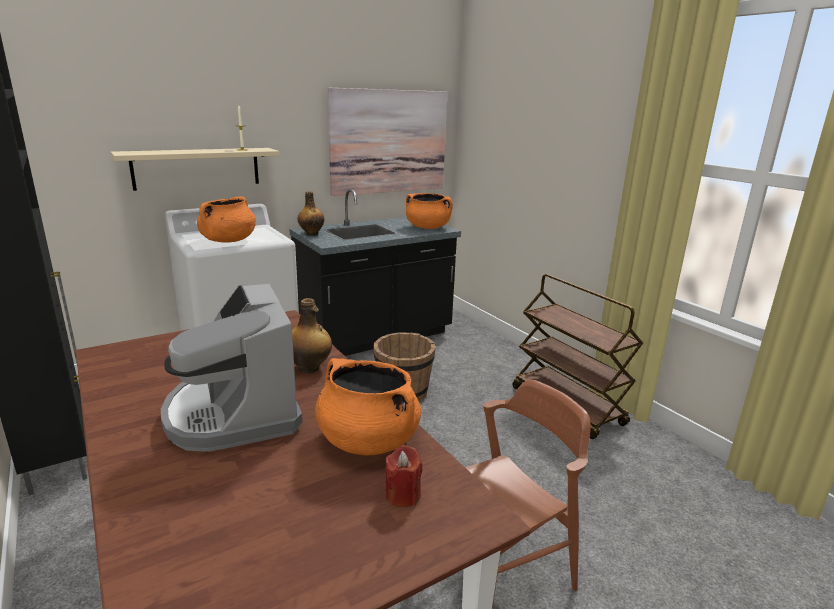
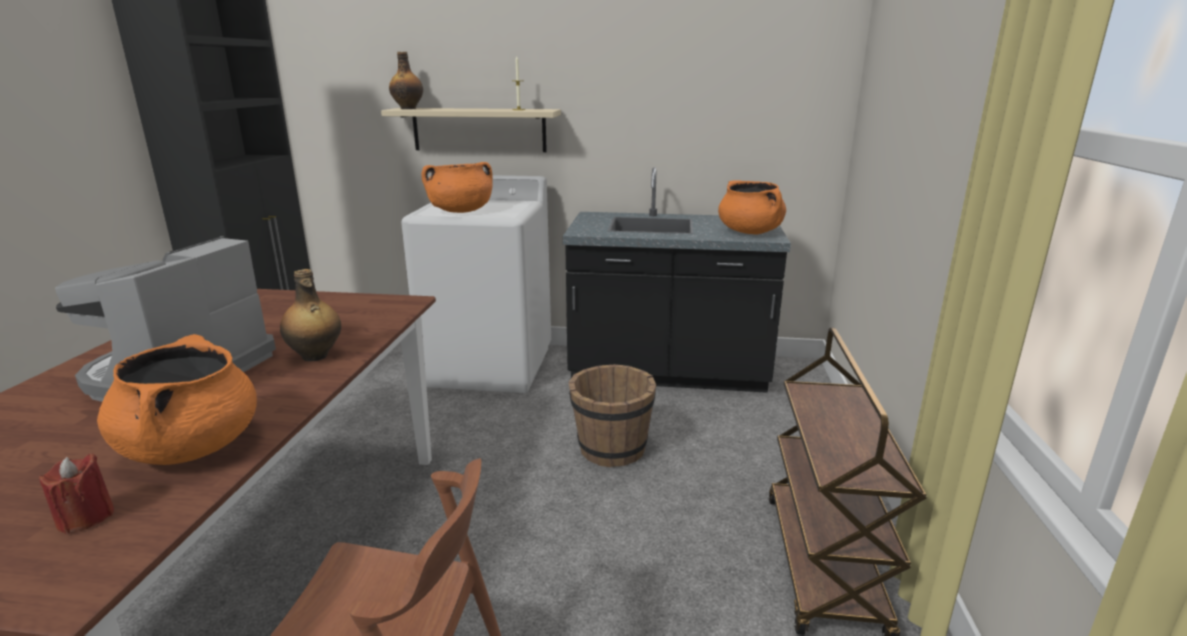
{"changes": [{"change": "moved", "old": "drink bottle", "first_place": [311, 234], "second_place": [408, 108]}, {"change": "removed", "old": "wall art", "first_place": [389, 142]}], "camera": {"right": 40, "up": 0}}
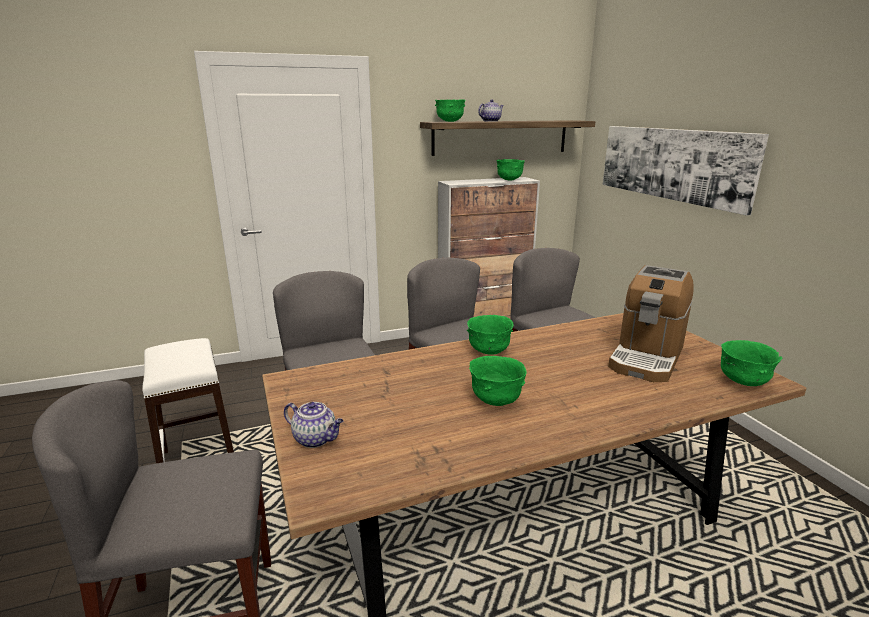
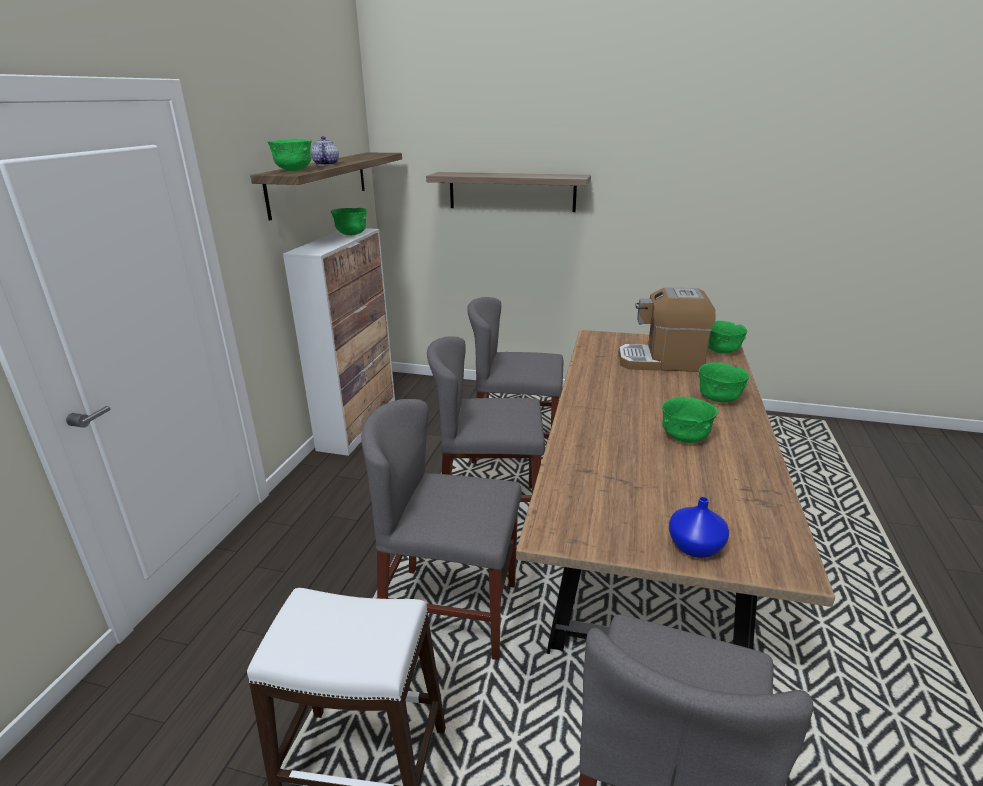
{"changes": [{"change": "replaced", "old": "teapot", "new": "bluish flower vase", "first_place": [316, 439], "second_place": [695, 546]}, {"change": "moved", "old": "green-coloured bowl", "first_place": [489, 352], "second_place": [718, 400]}, {"change": "replaced", "old": "wall art", "new": "wall shelf", "first_place": [672, 164], "second_place": [511, 191]}, {"change": "turned", "old": "coffee brewer", "first_place": [646, 357], "second_place": [661, 361], "degrees": 120}], "camera": {"right": -55, "up": 5}}
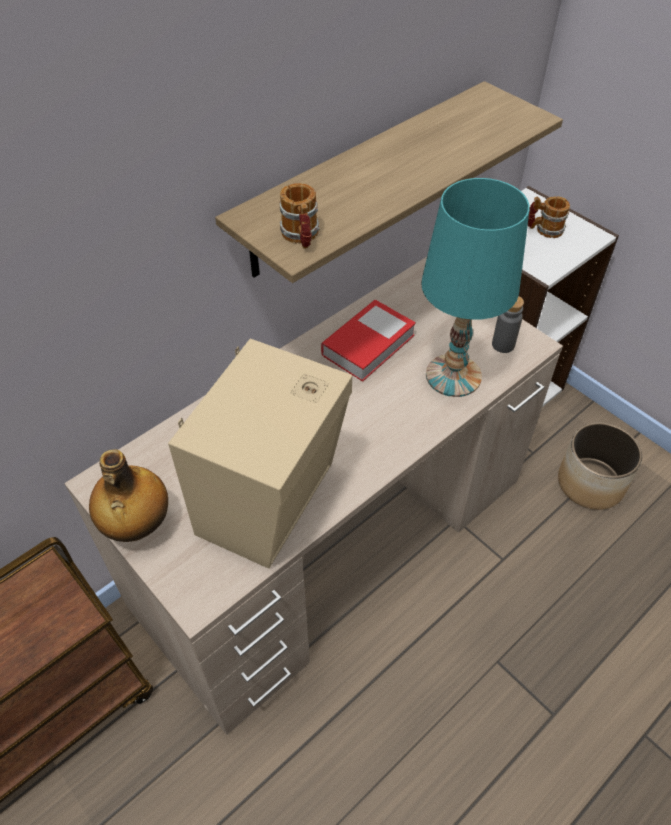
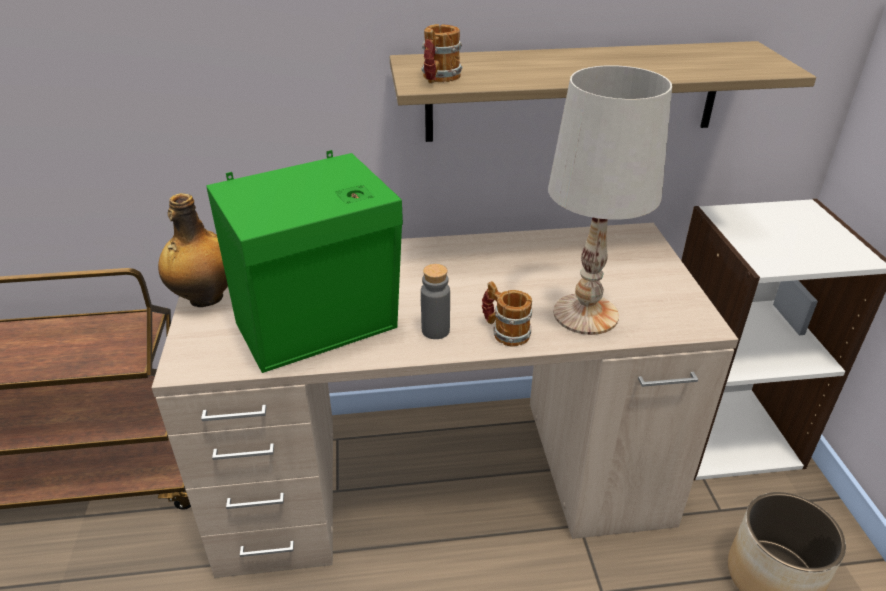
{"changes": [{"change": "recoloured", "old": "beige speaker", "new": "green-coloured speaker", "first_place": [274, 499], "second_place": [322, 329]}, {"change": "removed", "old": "book", "first_place": [368, 345]}, {"change": "recoloured", "old": "turquoise-coloured tabletop lamp", "new": "whitish tabletop lamp", "first_place": [452, 376], "second_place": [584, 314]}, {"change": "moved", "old": "gray drink bottle", "first_place": [503, 345], "second_place": [435, 330]}, {"change": "moved", "old": "coffee mug", "first_place": [543, 230], "second_place": [505, 331]}], "camera": {"right": 35, "up": -15}}
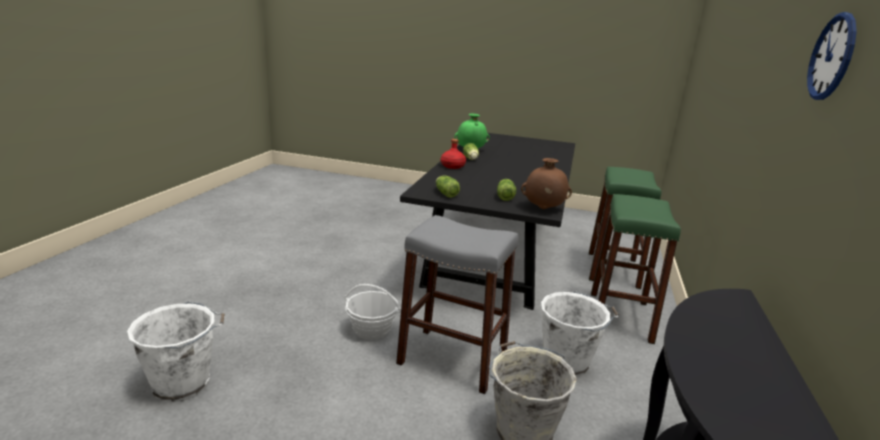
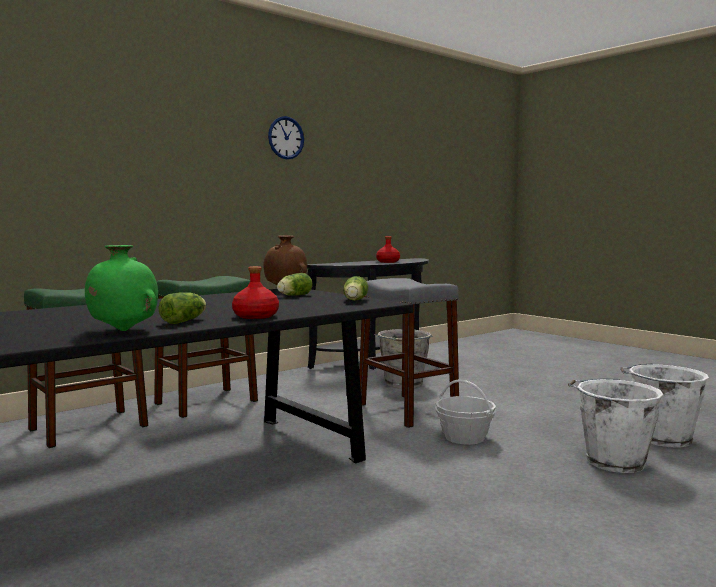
{"changes": [{"change": "moved", "old": "whitish bucket", "first_place": [567, 363], "second_place": [612, 462]}, {"change": "added", "new": "reddish drink bottle", "second_place": [388, 262]}], "camera": {"right": -145, "up": -15}}
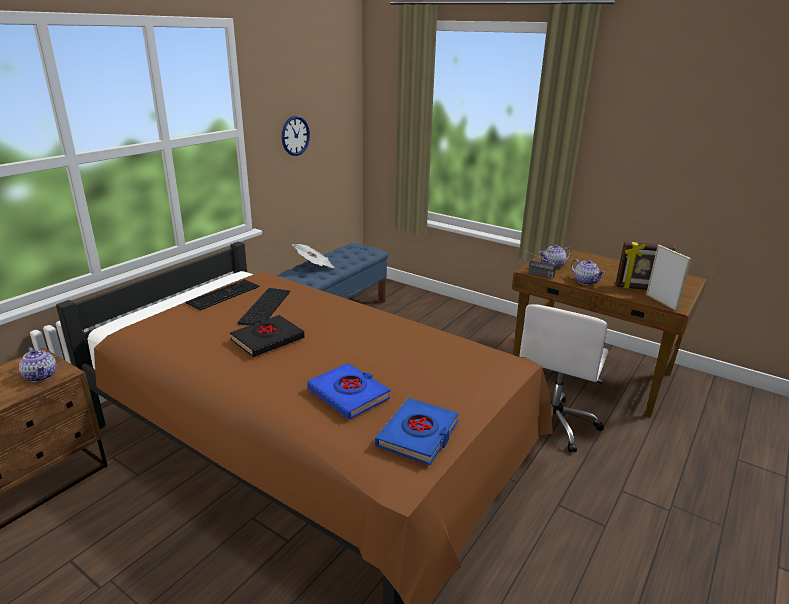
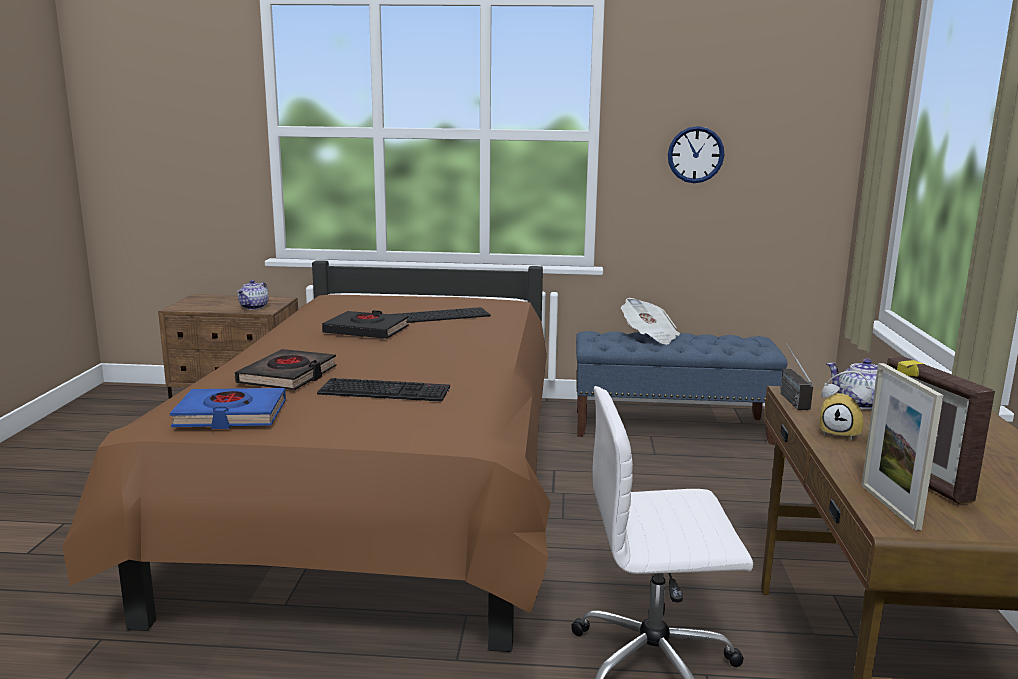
{"changes": [{"change": "moved", "old": "PC keyboard", "first_place": [224, 294], "second_place": [386, 390]}, {"change": "recoloured", "old": "bluish book", "new": "black-coloured book", "first_place": [349, 394], "second_place": [288, 376]}, {"change": "replaced", "old": "teapot", "new": "bedside clock", "first_place": [585, 281], "second_place": [842, 433]}, {"change": "turned", "old": "photo frame", "first_place": [661, 302], "second_place": [889, 506], "degrees": 135}], "camera": {"right": 60, "up": -10}}
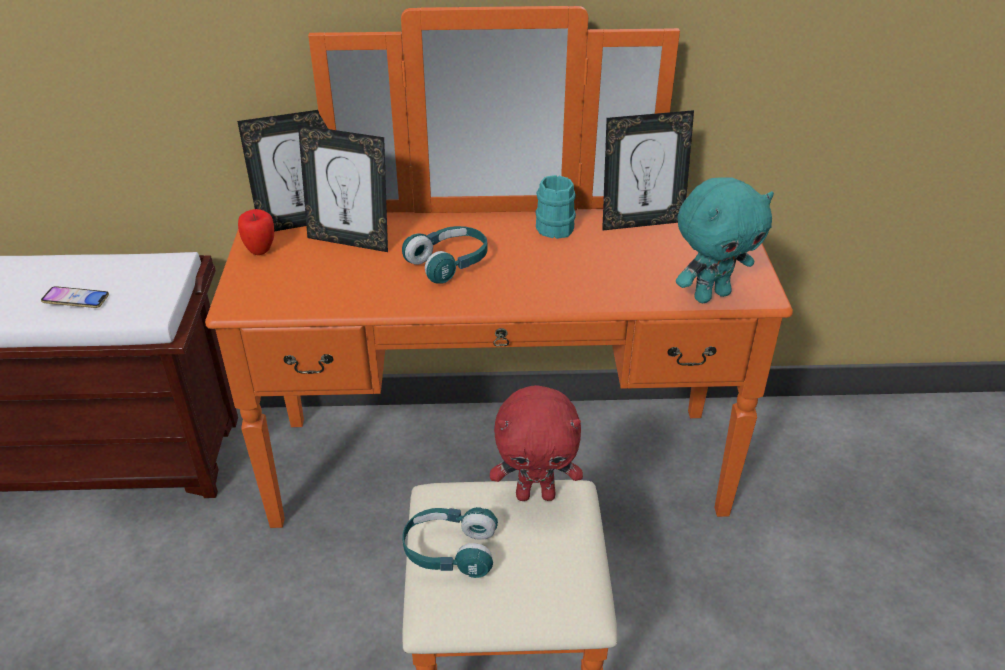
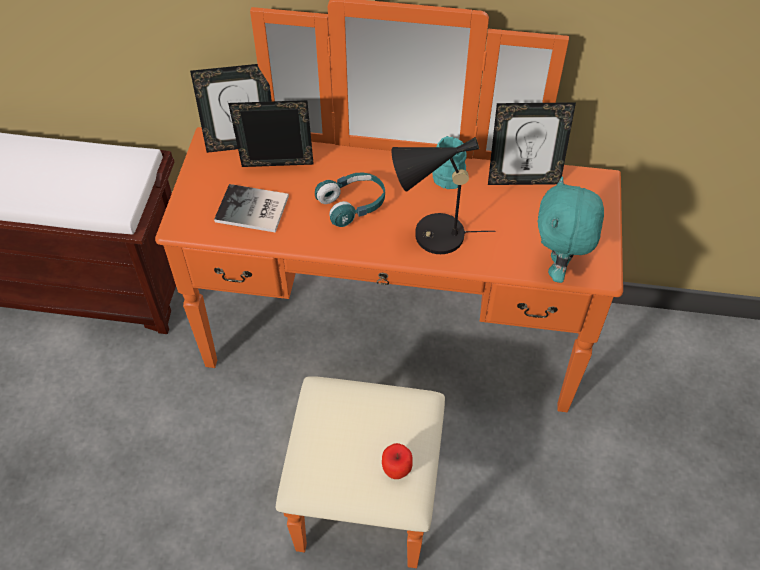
{"changes": [{"change": "removed", "old": "phone", "first_place": [76, 301]}, {"change": "moved", "old": "apple fruit", "first_place": [261, 250], "second_place": [396, 471]}, {"change": "turned", "old": "photo frame", "first_place": [350, 241], "second_place": [277, 170], "degrees": 150}, {"change": "removed", "old": "turquoise-coloured headphones", "first_place": [450, 551]}, {"change": "removed", "old": "reddish plush toy", "first_place": [536, 494]}, {"change": "turned", "old": "turquoise-coloured plush toy", "first_place": [711, 295], "second_place": [558, 268], "degrees": 120}, {"change": "added", "new": "book", "second_place": [253, 211]}, {"change": "added", "new": "black-coloured tabletop lamp", "second_place": [431, 237]}], "camera": {"right": 10, "up": 15}}
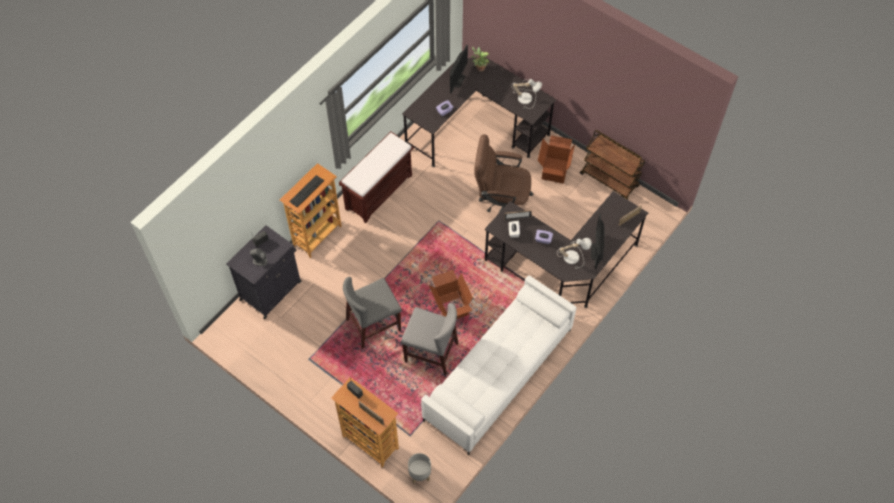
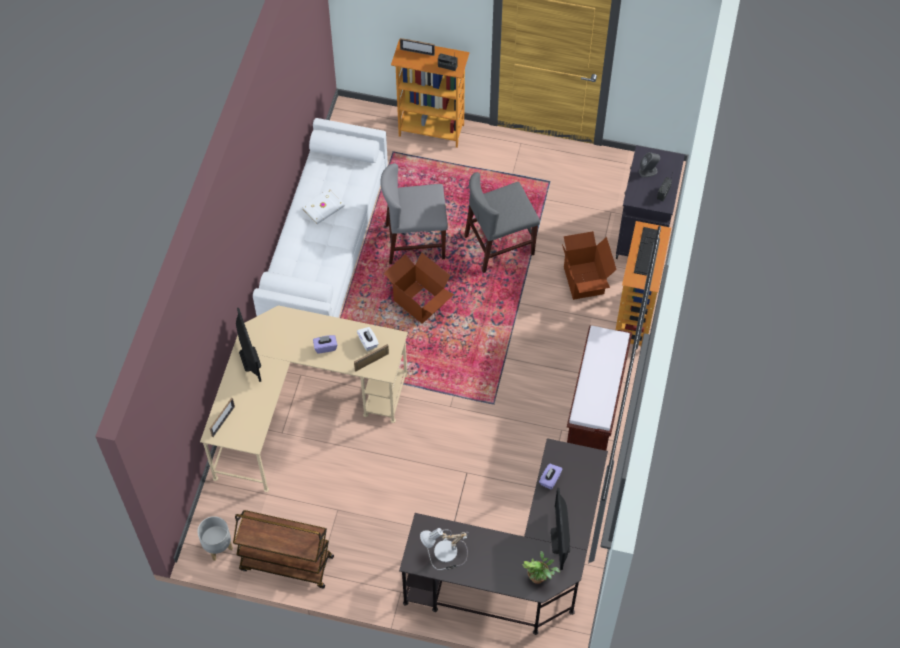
{"changes": [{"change": "turned", "old": "gray chair", "first_place": [373, 325], "second_place": [499, 245], "degrees": -150}, {"change": "moved", "old": "gray planter", "first_place": [419, 474], "second_place": [218, 546]}, {"change": "removed", "old": "brownish office chair", "first_place": [501, 203]}, {"change": "recoloured", "old": "black-coloured desk", "new": "beige desk", "first_place": [564, 268], "second_place": [300, 407]}, {"change": "moved", "old": "cardboard box", "first_place": [554, 170], "second_place": [584, 280]}, {"change": "removed", "old": "tabletop lamp", "first_place": [572, 256]}, {"change": "added", "new": "whitish book", "second_place": [324, 208]}], "camera": {"right": 155, "up": 0}}
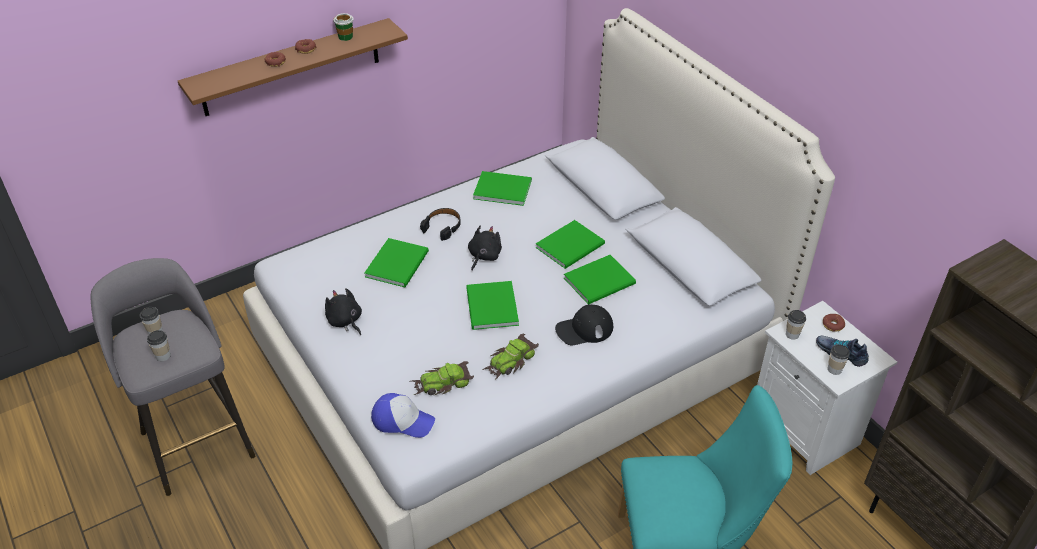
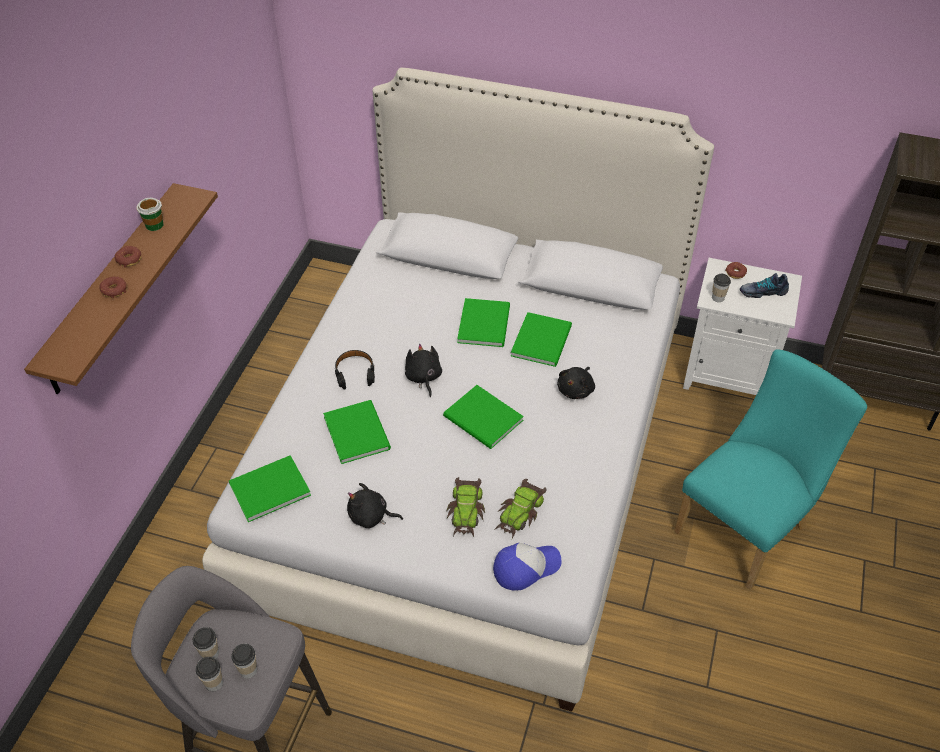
{"changes": [{"change": "moved", "old": "green-coloured book", "first_place": [501, 188], "second_place": [267, 489]}, {"change": "moved", "old": "toy car", "first_place": [511, 361], "second_place": [466, 511]}, {"change": "replaced", "old": "black-coloured peaked cap", "new": "black-coloured plush toy", "first_place": [584, 329], "second_place": [576, 390]}, {"change": "moved", "old": "small cup", "first_place": [834, 369], "second_place": [214, 683]}], "camera": {"right": -40, "up": 5}}
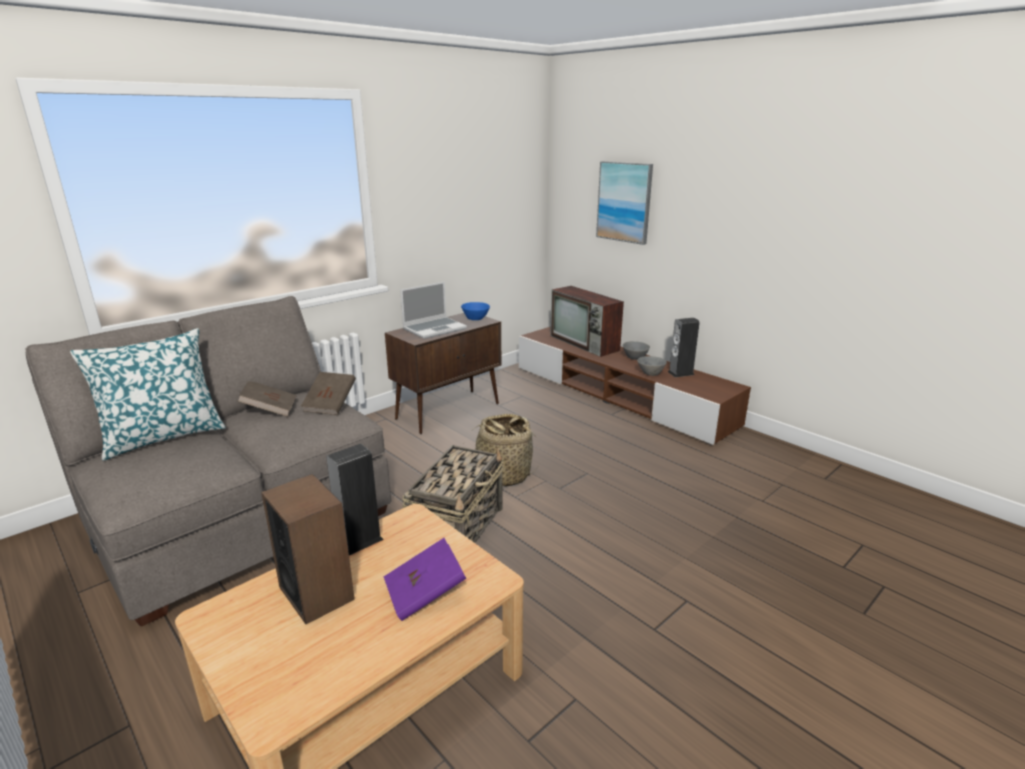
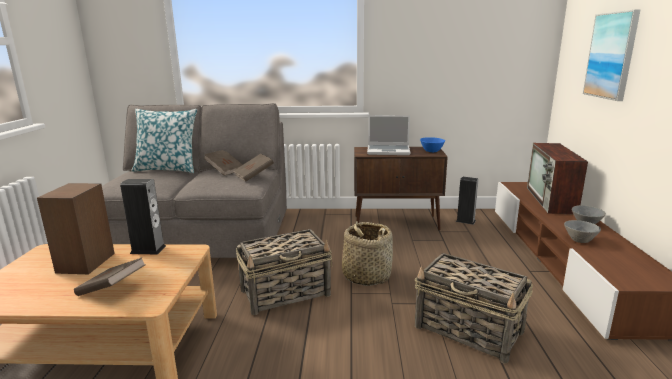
{"changes": [{"change": "recoloured", "old": "purple book", "new": "brownish book", "first_place": [425, 593], "second_place": [112, 290]}, {"change": "moved", "old": "speaker", "first_place": [681, 373], "second_place": [465, 221]}, {"change": "added", "new": "household basket", "second_place": [469, 330]}], "camera": {"right": 45, "up": -5}}
